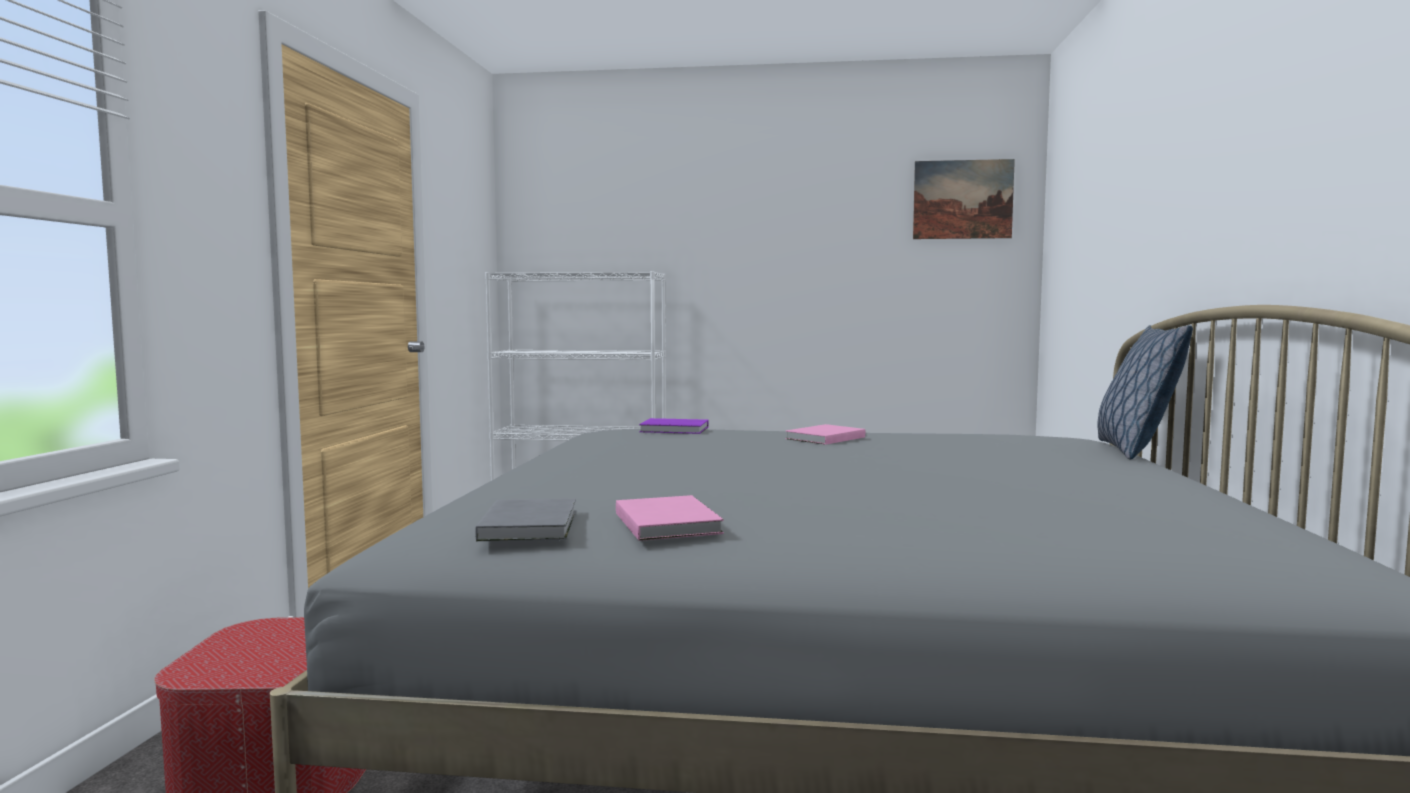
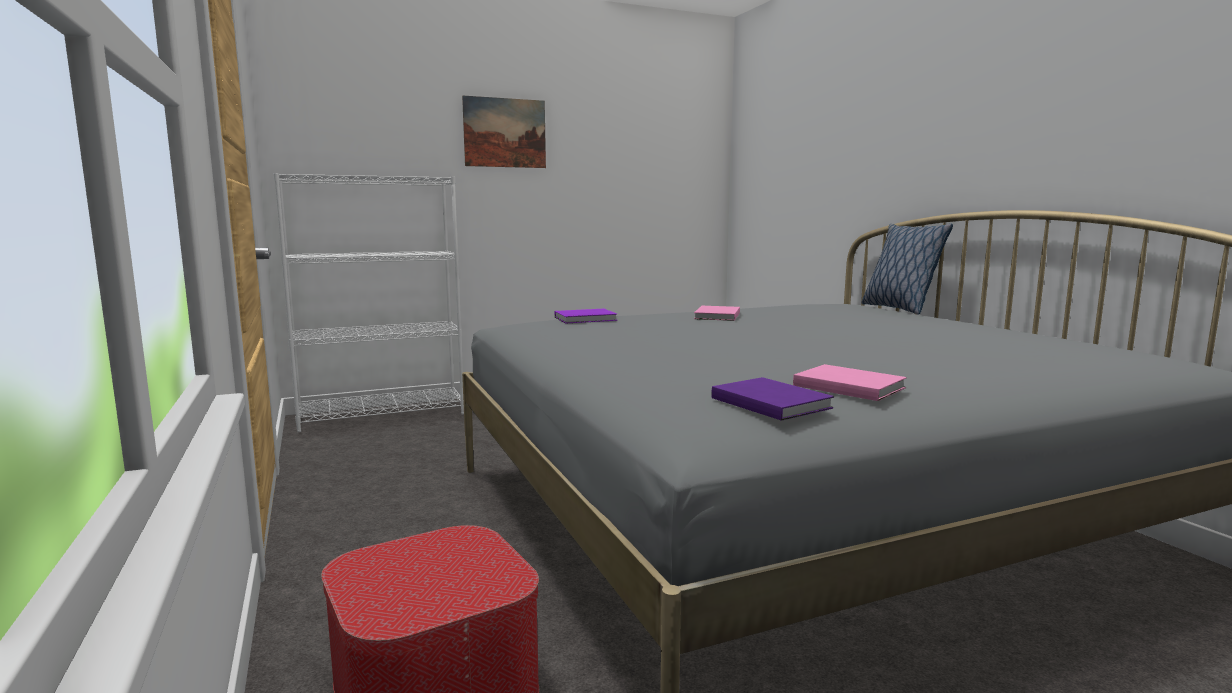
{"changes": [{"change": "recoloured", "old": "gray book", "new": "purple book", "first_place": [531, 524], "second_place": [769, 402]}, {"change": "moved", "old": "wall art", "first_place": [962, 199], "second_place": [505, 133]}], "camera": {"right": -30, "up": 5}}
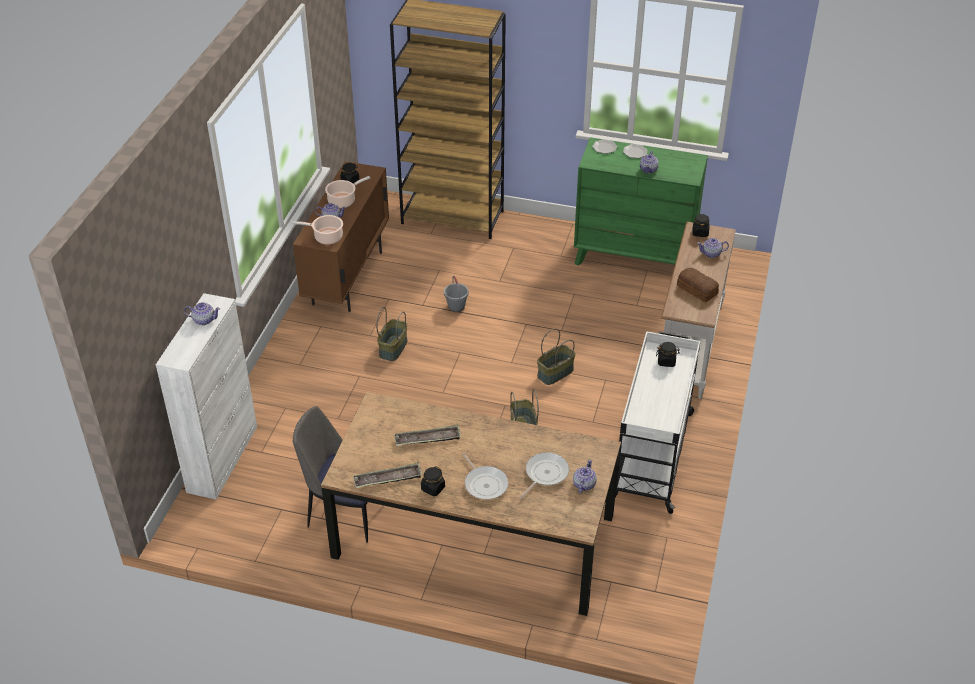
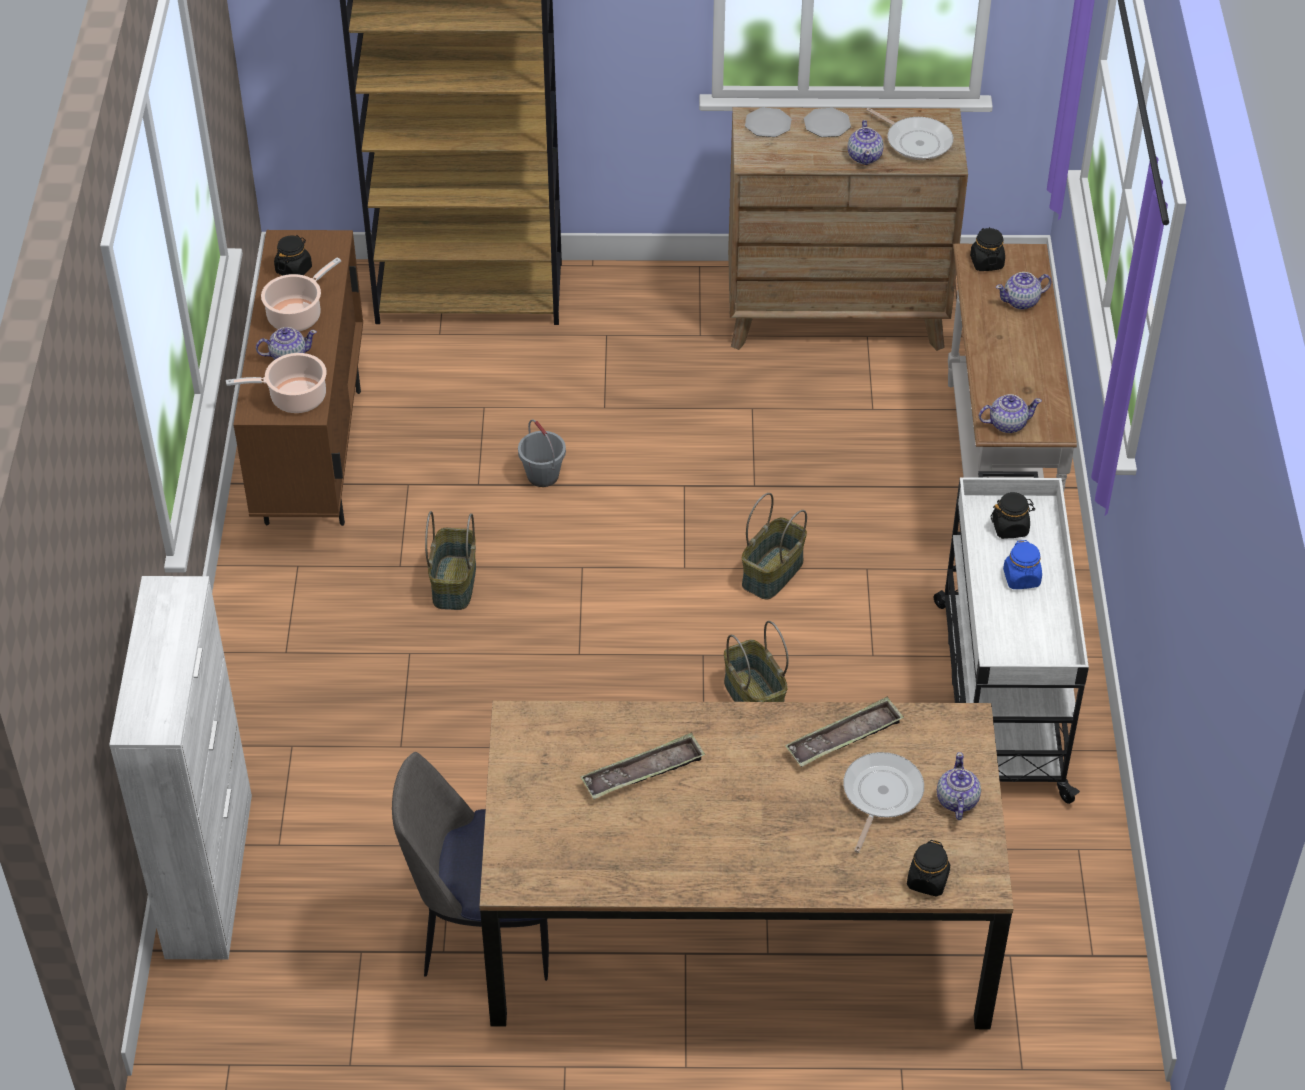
{"changes": [{"change": "moved", "old": "teapot", "first_place": [204, 320], "second_place": [1007, 424]}, {"change": "moved", "old": "carrying tray", "first_place": [388, 479], "second_place": [844, 738]}, {"change": "moved", "old": "black-coloured preserve jar", "first_place": [433, 488], "second_place": [927, 881]}, {"change": "moved", "old": "skillet", "first_place": [485, 484], "second_place": [916, 141]}, {"change": "recoloured", "old": "green-coloured chest of drawers", "new": "brownish chest of drawers", "first_place": [634, 258], "second_place": [836, 316]}, {"change": "removed", "old": "baked bread", "first_place": [697, 289]}, {"change": "added", "new": "bluish preserve jar", "second_place": [1021, 578]}], "camera": {"right": -15, "up": 5}}
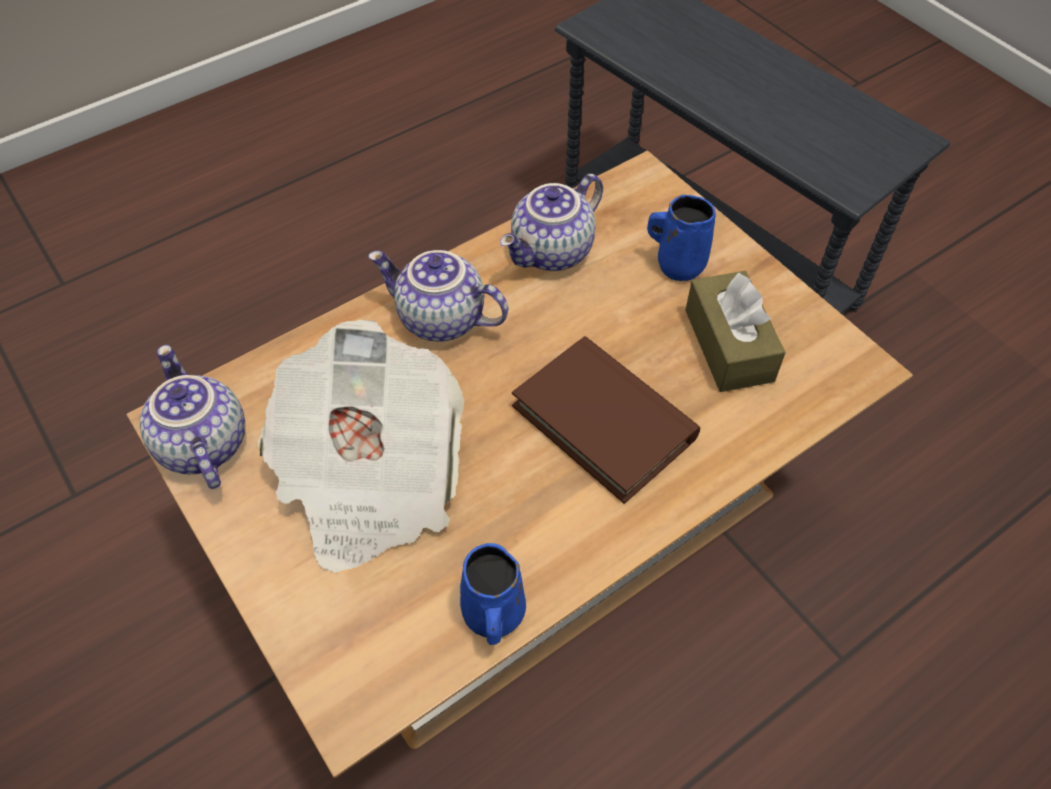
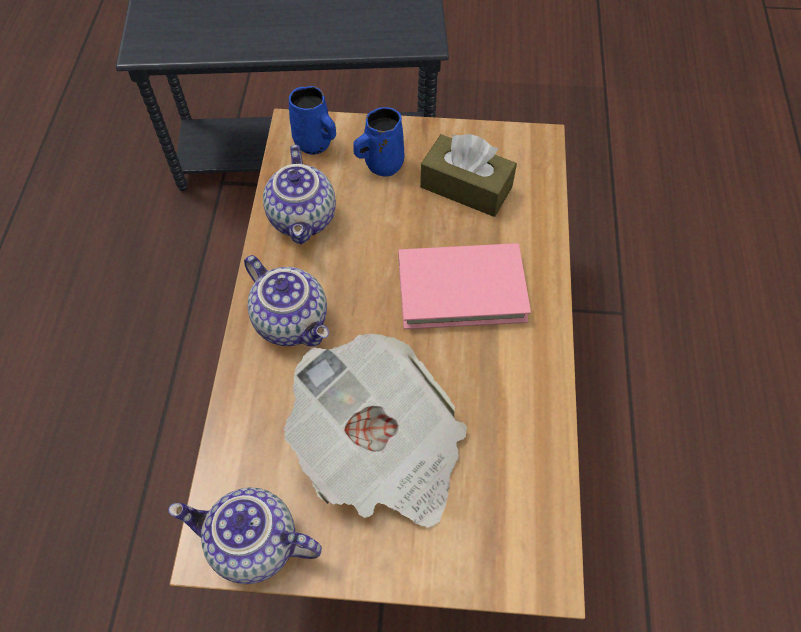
{"changes": [{"change": "turned", "old": "teapot", "first_place": [439, 320], "second_place": [293, 321], "degrees": -105}, {"change": "moved", "old": "bluish coffee mug", "first_place": [493, 616], "second_place": [315, 143]}, {"change": "recoloured", "old": "brownish book", "new": "pinkish book", "first_place": [604, 422], "second_place": [461, 289]}], "camera": {"right": -50, "up": 5}}
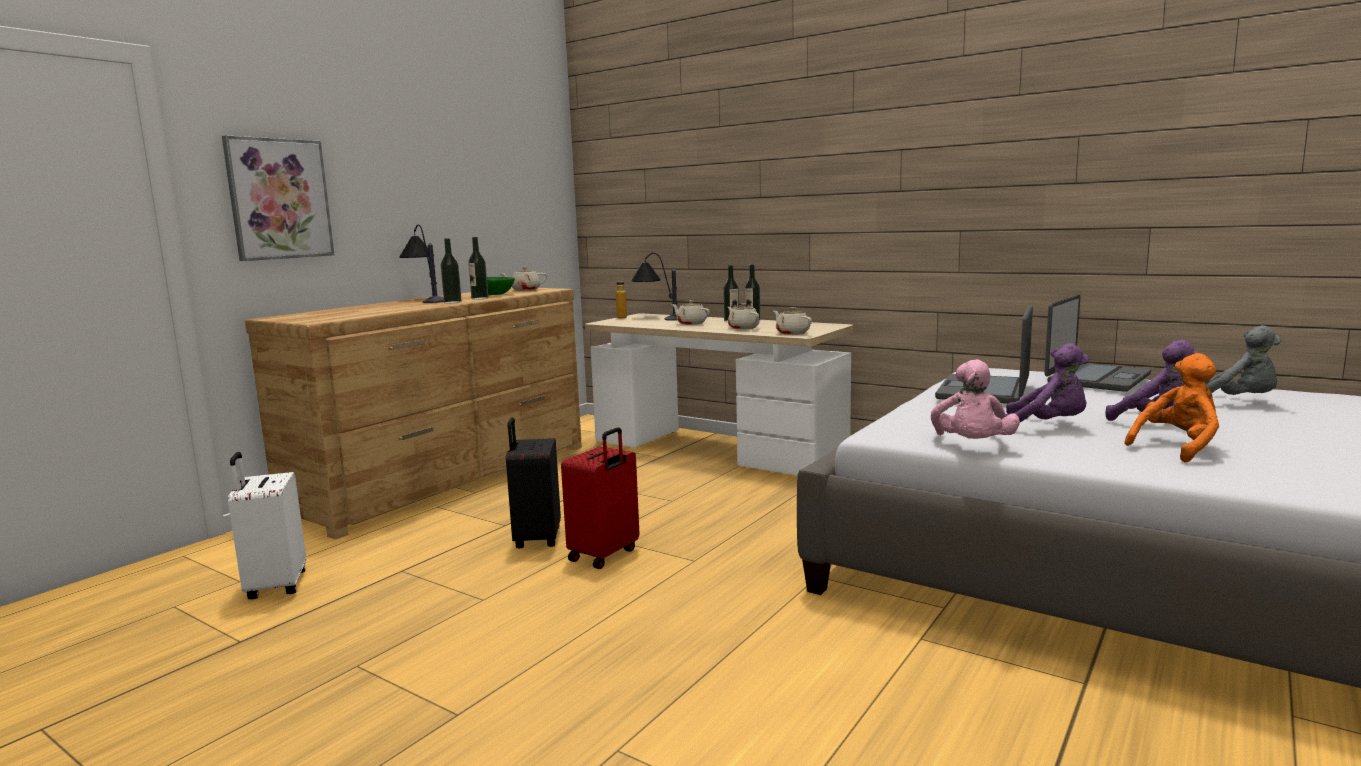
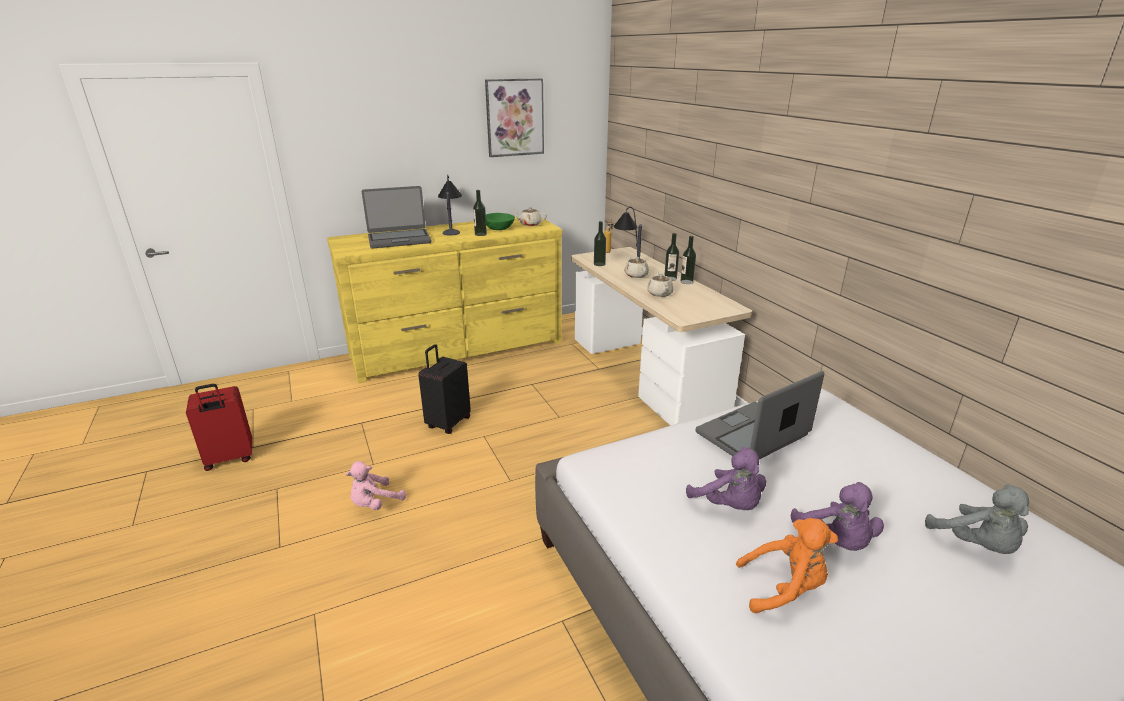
{"changes": [{"change": "moved", "old": "wall art", "first_place": [279, 199], "second_place": [514, 117]}, {"change": "removed", "old": "whitish travel case", "first_place": [275, 586]}, {"change": "recoloured", "old": "brownish chest of drawers", "new": "yellowish chest of drawers", "first_place": [448, 479], "second_place": [458, 349]}, {"change": "moved", "old": "drink bottle", "first_place": [452, 302], "second_place": [599, 264]}, {"change": "moved", "old": "reddish travel case", "first_place": [605, 555], "second_place": [230, 459]}, {"change": "removed", "old": "beige teapot", "first_place": [792, 333]}, {"change": "moved", "old": "pinkish plush toy", "first_place": [972, 446], "second_place": [375, 503]}, {"change": "moved", "old": "portable computer", "first_place": [1096, 379], "second_place": [399, 239]}], "camera": {"right": 30, "up": 15}}
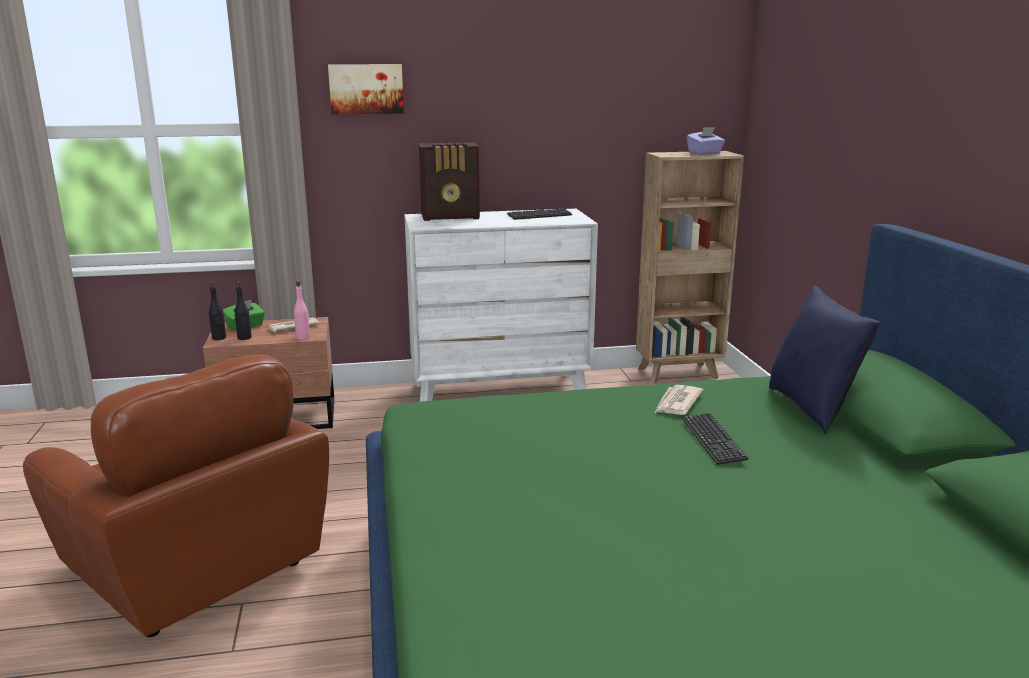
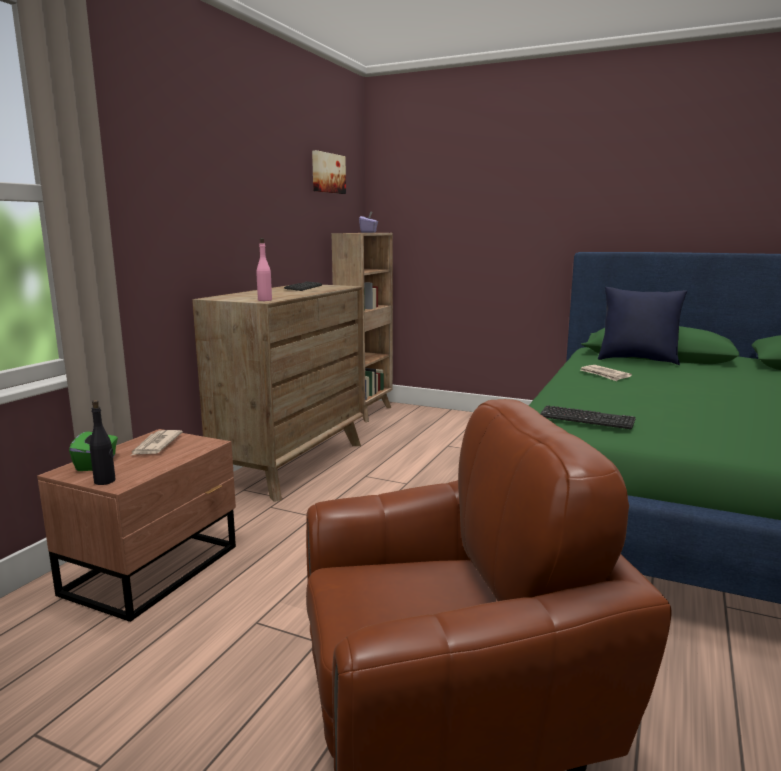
{"changes": [{"change": "removed", "old": "black-coloured drink bottle", "first_place": [244, 338]}, {"change": "moved", "old": "pinkish drink bottle", "first_place": [303, 337], "second_place": [265, 300]}, {"change": "moved", "old": "wall art", "first_place": [366, 89], "second_place": [327, 173]}, {"change": "recoloured", "old": "whitish chest of drawers", "new": "brownish chest of drawers", "first_place": [499, 392], "second_place": [292, 464]}, {"change": "removed", "old": "radio receiver", "first_place": [451, 217]}, {"change": "moved", "old": "PC keyboard", "first_place": [713, 440], "second_place": [586, 419]}], "camera": {"right": -55, "up": -5}}
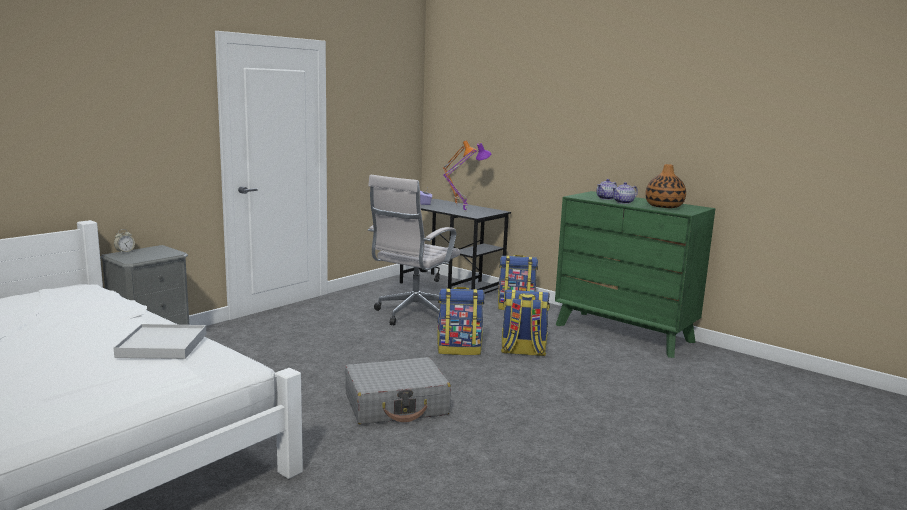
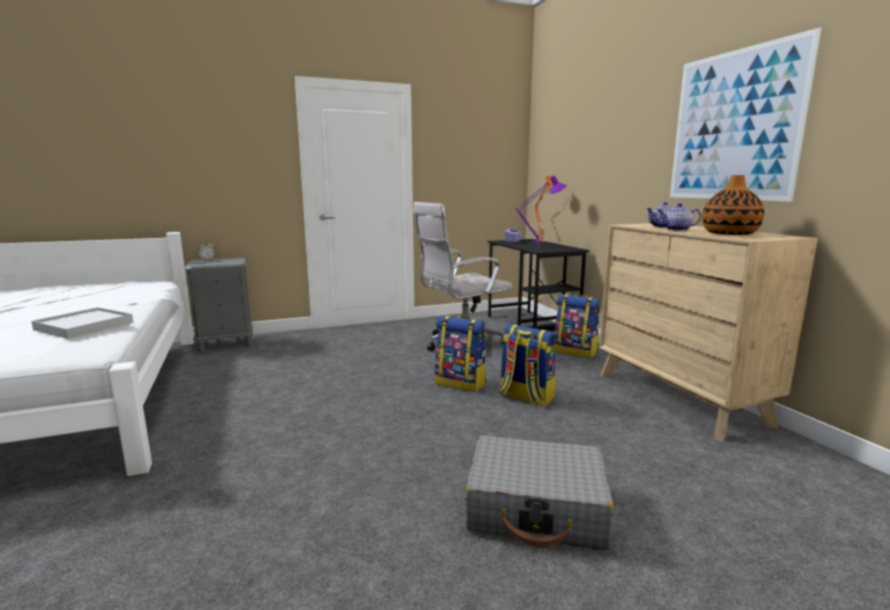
{"changes": [{"change": "moved", "old": "gray travel case", "first_place": [396, 405], "second_place": [537, 508]}, {"change": "recoloured", "old": "green-coloured chest of drawers", "new": "beige chest of drawers", "first_place": [624, 333], "second_place": [679, 398]}, {"change": "added", "new": "wall art", "second_place": [733, 126]}], "camera": {"right": 30, "up": 0}}
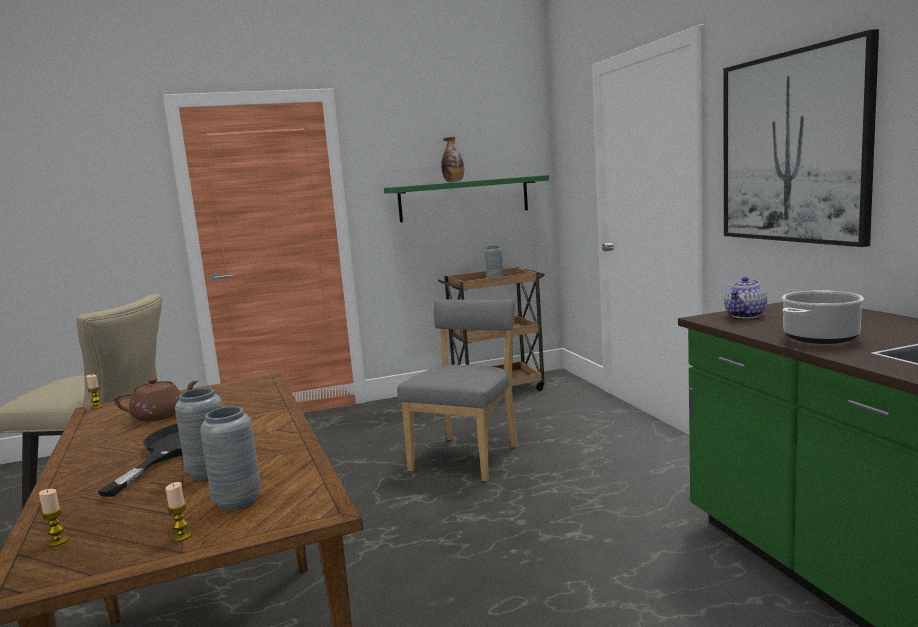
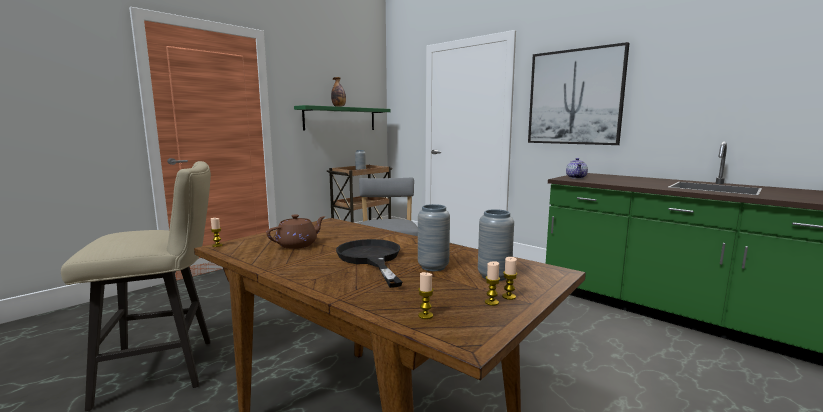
{"changes": [{"change": "removed", "old": "saucepot", "first_place": [820, 337]}, {"change": "added", "new": "wax light", "second_place": [491, 302]}], "camera": {"right": -30, "up": 0}}
